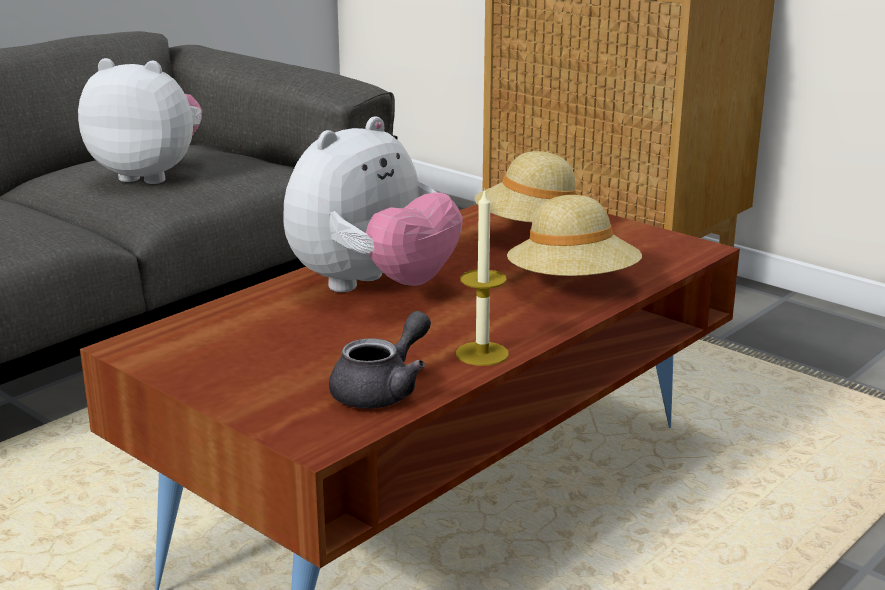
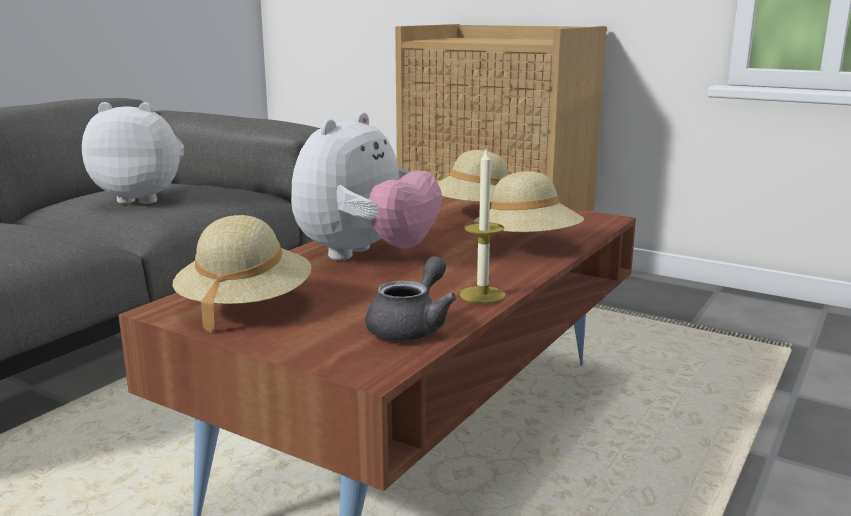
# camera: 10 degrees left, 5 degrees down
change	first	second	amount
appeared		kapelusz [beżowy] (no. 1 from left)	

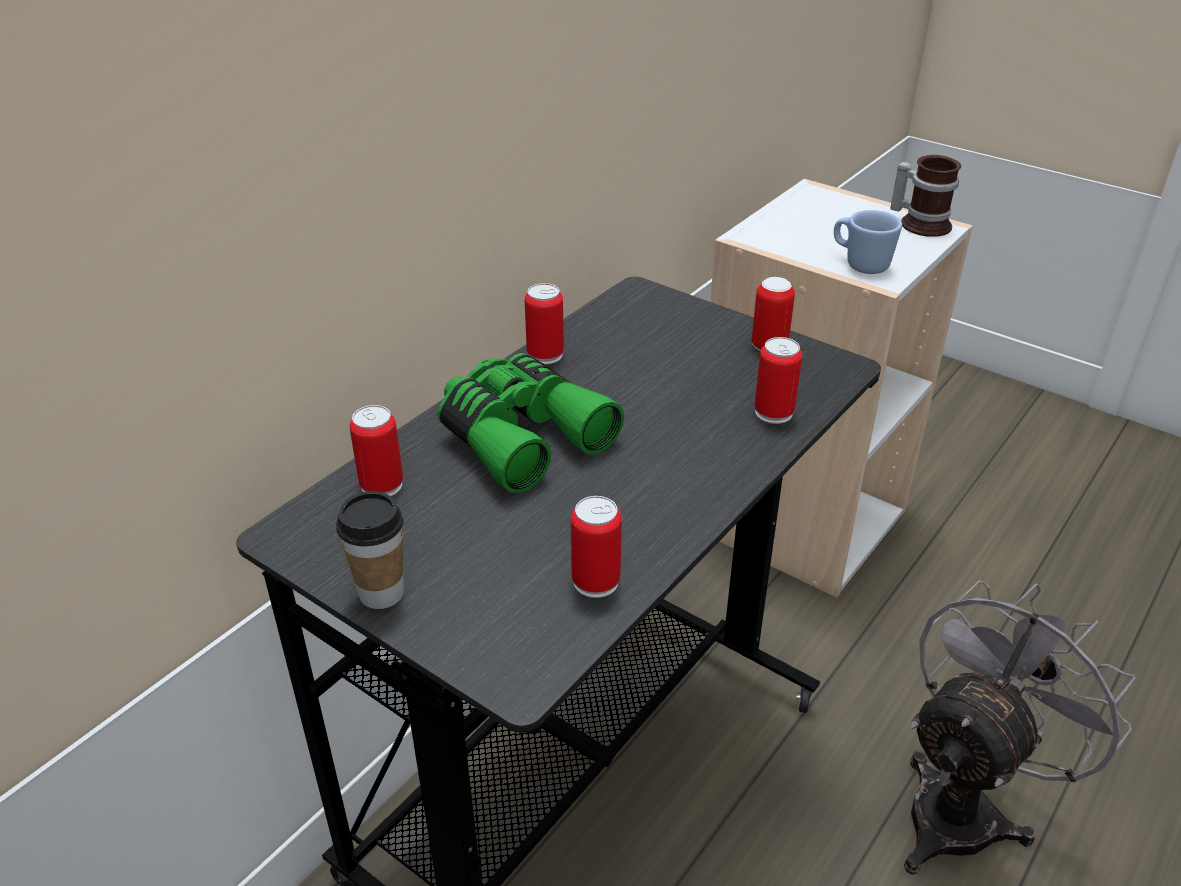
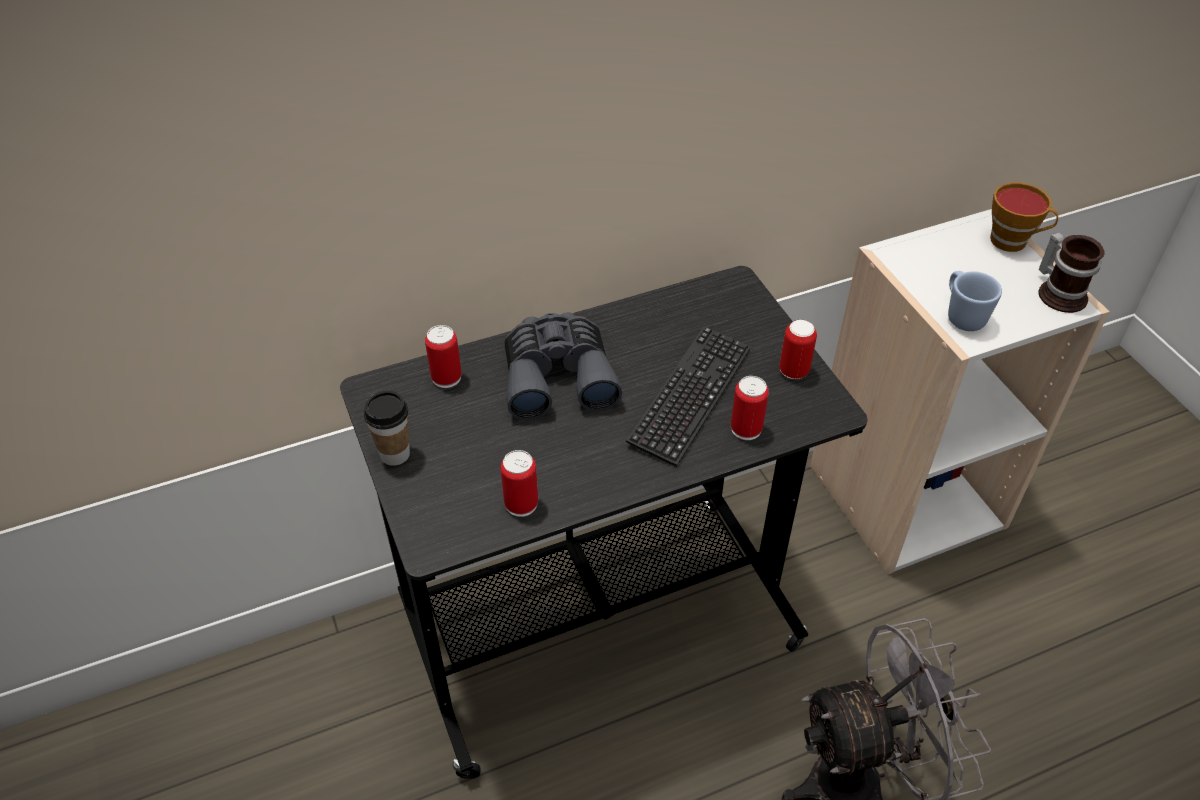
# camera: 30 degrees right, 10 degrees up
change	first	second	amount
colour	lornetka [zielony]	lornetka [szary]	
missing	puszka (no. 2 from left)		
appeared		klawiatura	
appeared		filiżanka (no. 2 from left)	

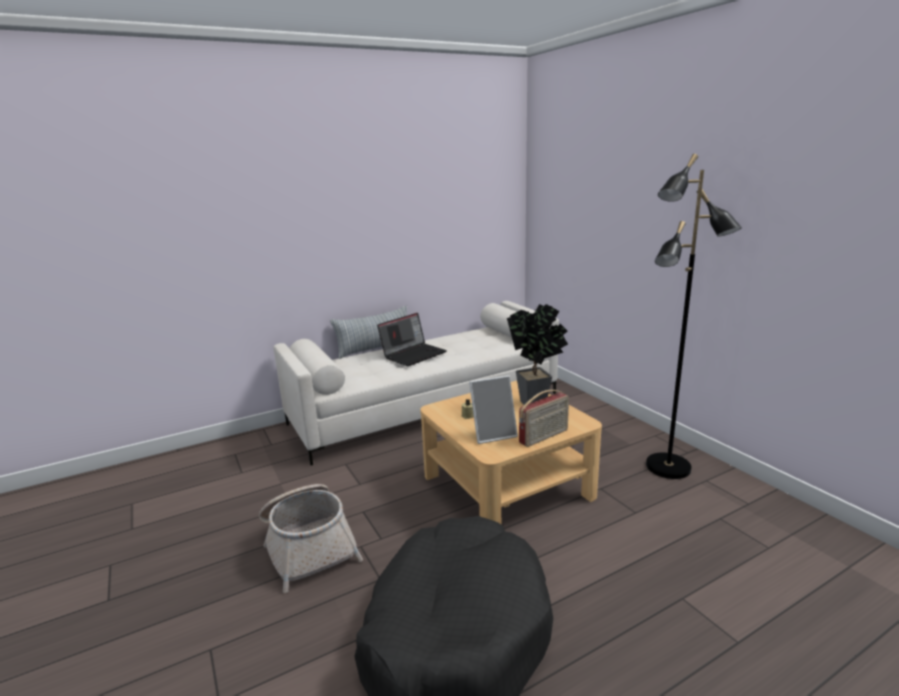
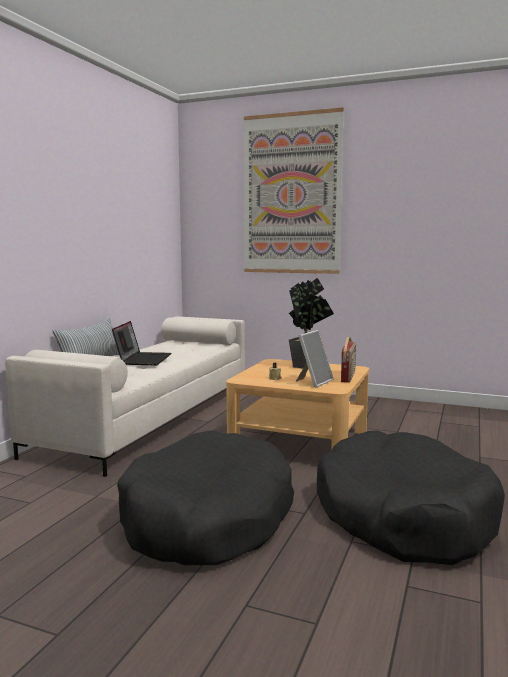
# camera: 40 degrees left, 10 degrees down
change	first	second	amount
exchanged	koszyk	legowisko [czarny] (no. 1 from left)	
missing	lampa stojąca [czarny]		
appeared		obraz	

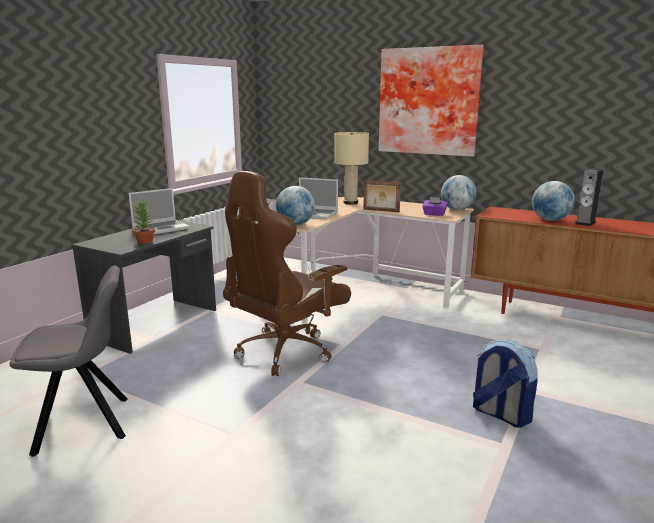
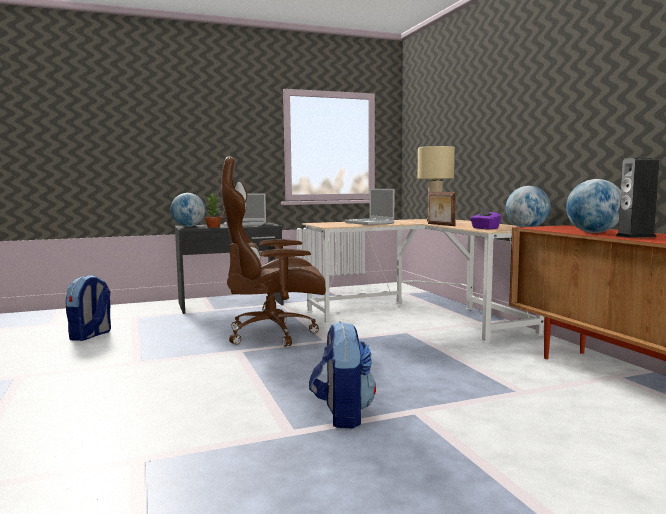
# camera: 40 degrees right, 10 degrees down
change	first	second	amount
exchanged	krzesło [szary]	plecak (no. 1 from left)	
relocated	globus (no. 1 from left)		
missing	obraz		

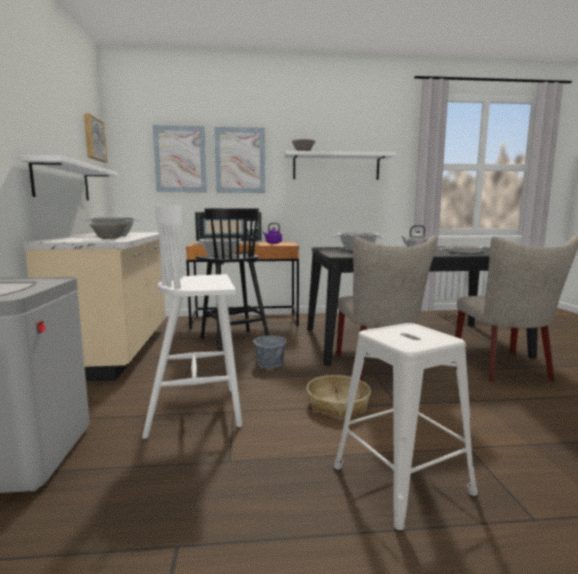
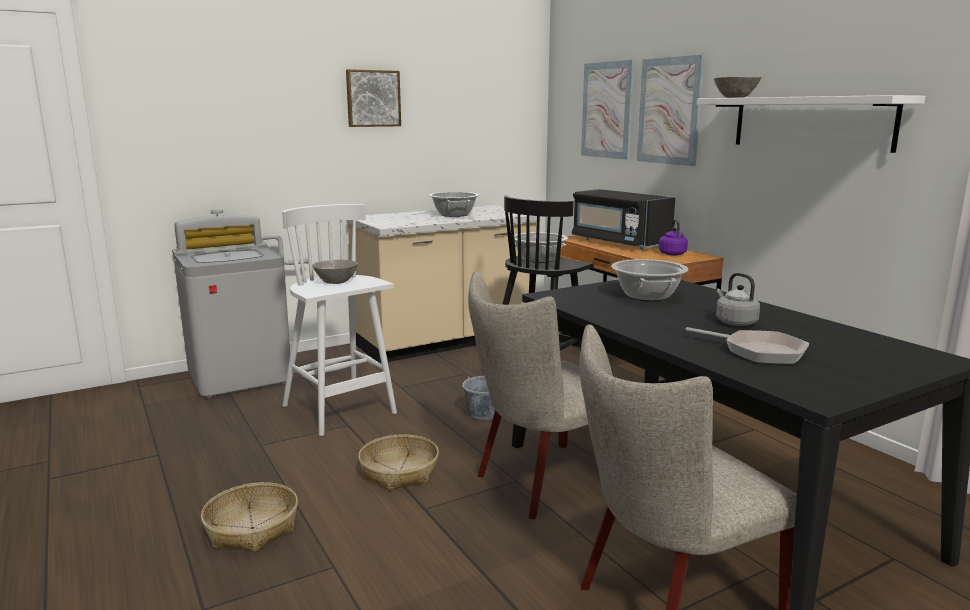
# camera: 65 degrees right, 5 degrees up
change	first	second	amount
missing	półka [biały] (no. 1 from left)		
relocated	obraz (no. 1 from left)		
relocated	miska [szary] (no. 1 from left)		
exchanged	stołek [biały] (no. 2 from left)	koszyk (no. 1 from left)	

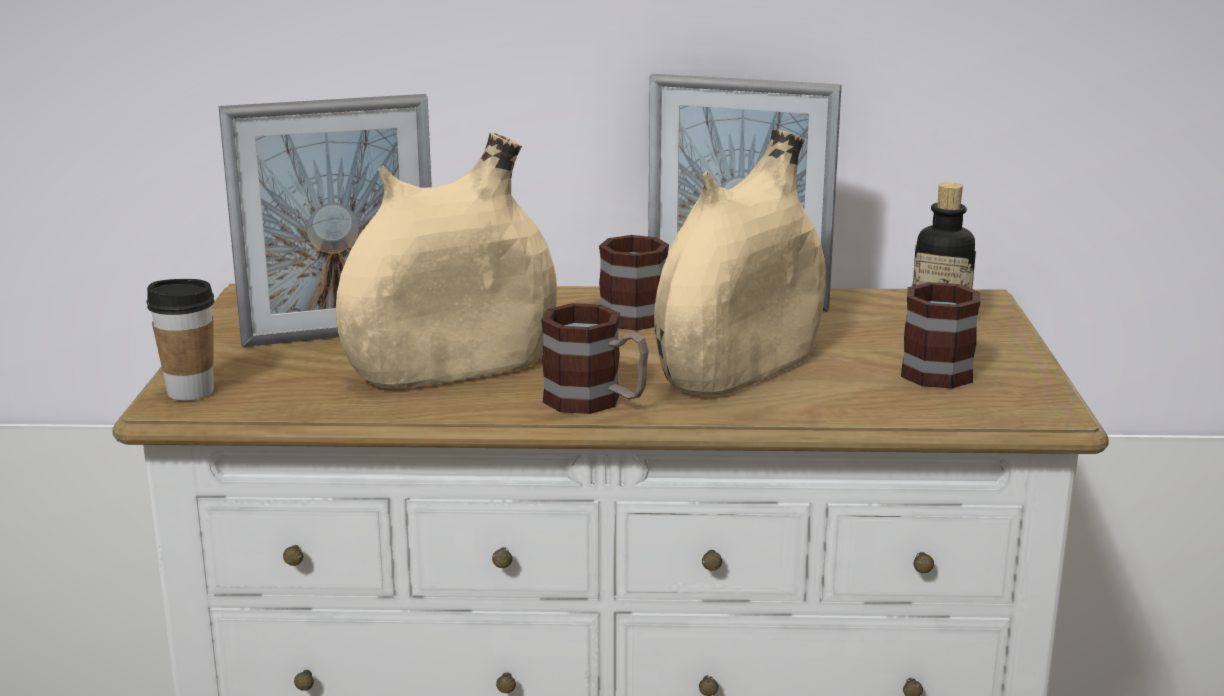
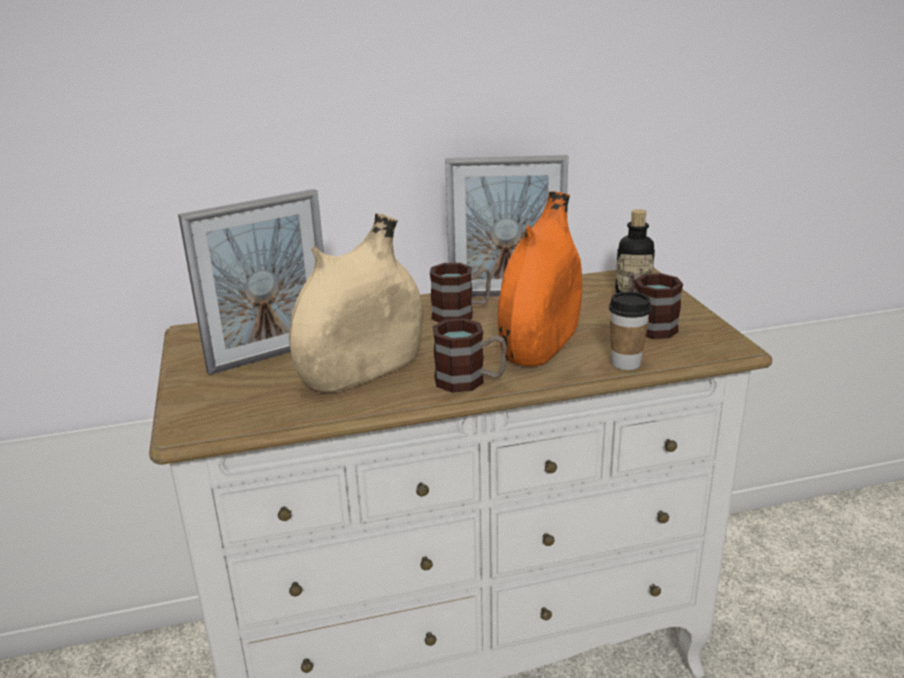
# camera: 15 degrees left, 5 degrees up
change	first	second	amount
relocated	filiżanka		
colour	wazon [beżowy] (no. 2 from left)	wazon [pomarańczowy]	

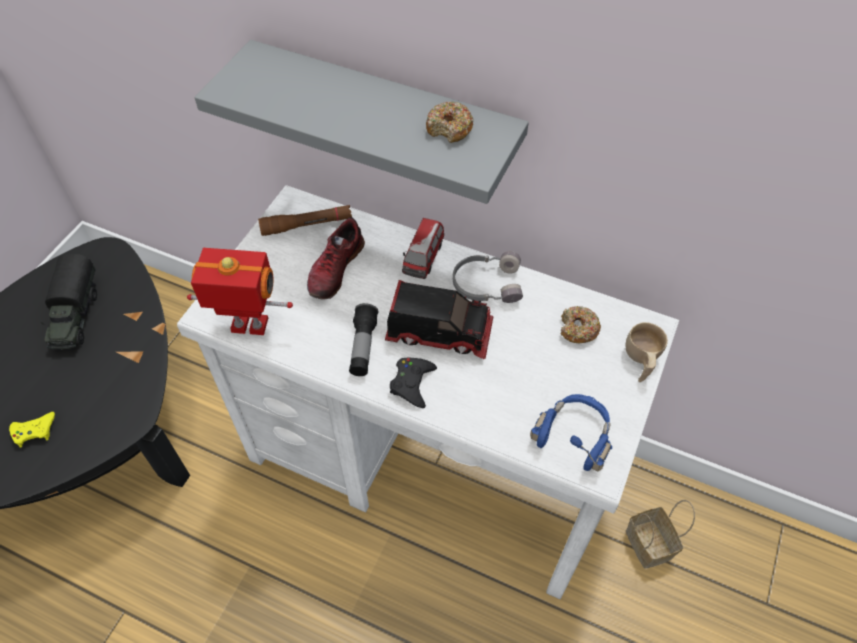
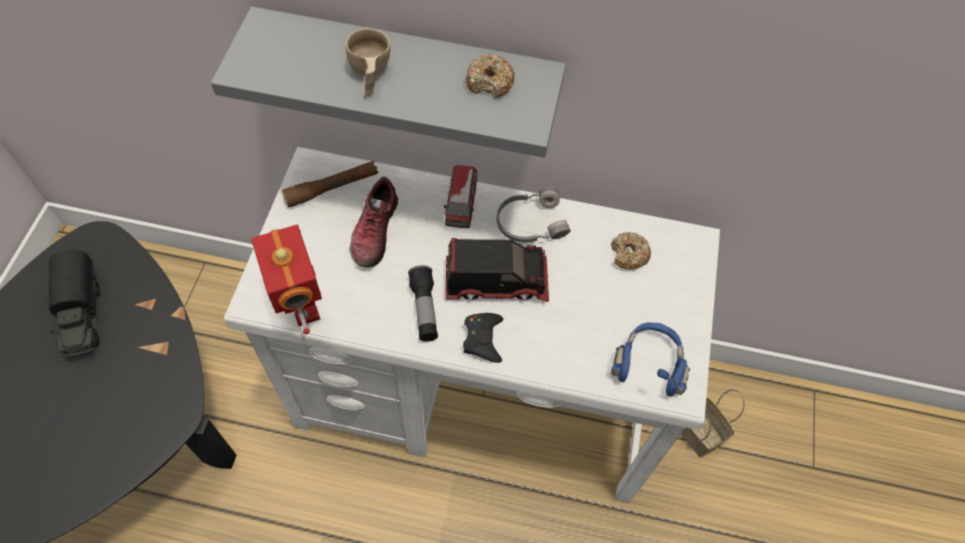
# camera: 15 degrees left, 5 degrees up
change	first	second	amount
missing	pad do gier [żółty]		
spun	robot zabawkowy		75 degrees clockwise
relocated	filiżanka [beżowy]		

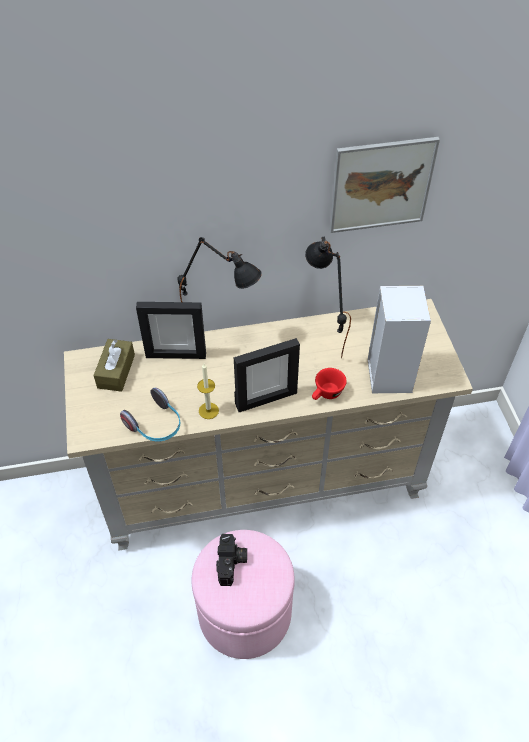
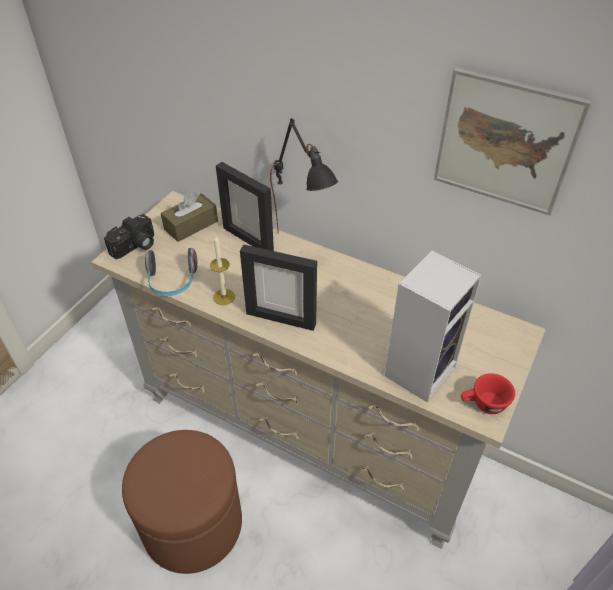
# camera: 40 degrees right, 5 degrees down
change	first	second	amount
colour	pufa [różowy]	pufa [brązowy]	
relocated	aparat fotograficzny		
missing	lampa stołowa [czarny] (no. 2 from left)		
relocated	filiżanka [czerwony]		

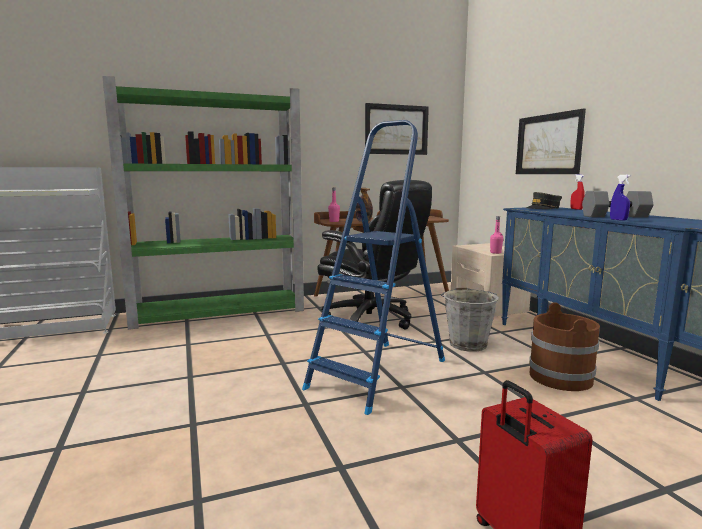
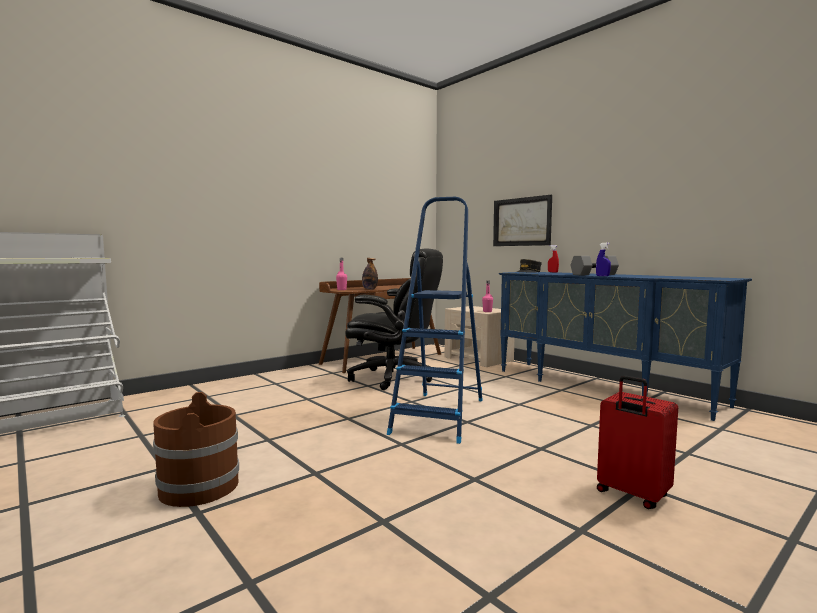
# camera: 20 degrees left, 5 degrees down
change	first	second	amount
missing	regał [zielony]		
missing	obraz (no. 1 from left)		
missing	wiadro [szary]		
relocated	wiadro [brązowy]		

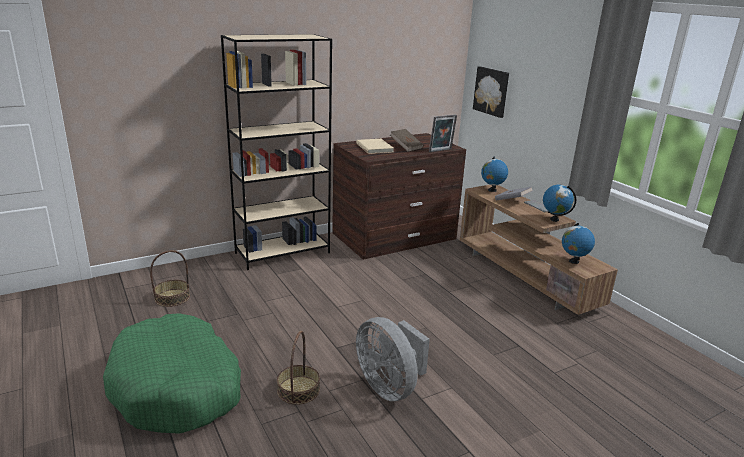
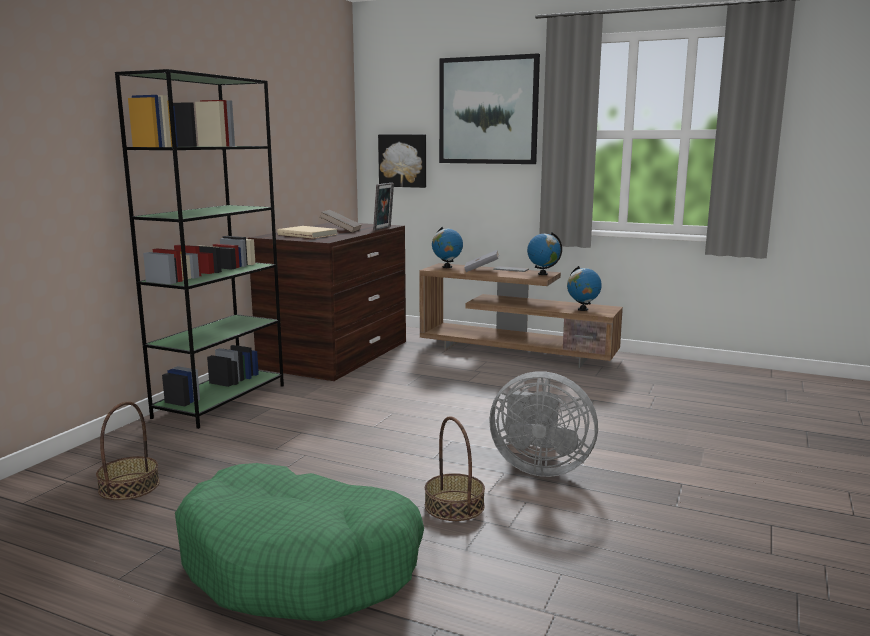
# camera: 35 degrees left, 10 degrees down
change	first	second	amount
colour	regał [beżowy]	regał [zielony]	
appeared		obraz (no. 2 from left)	

